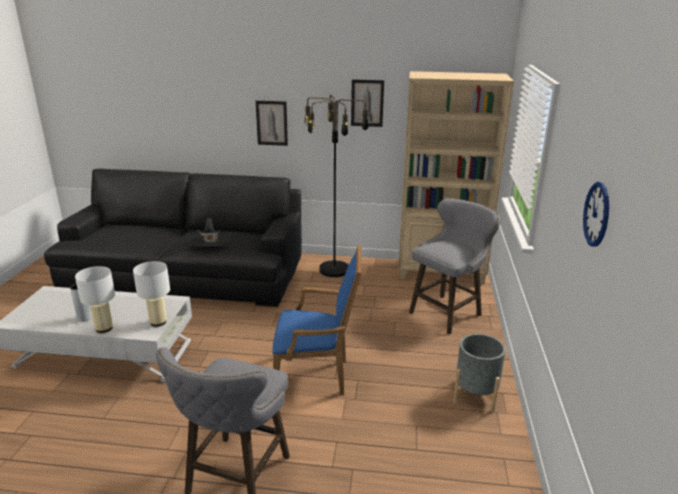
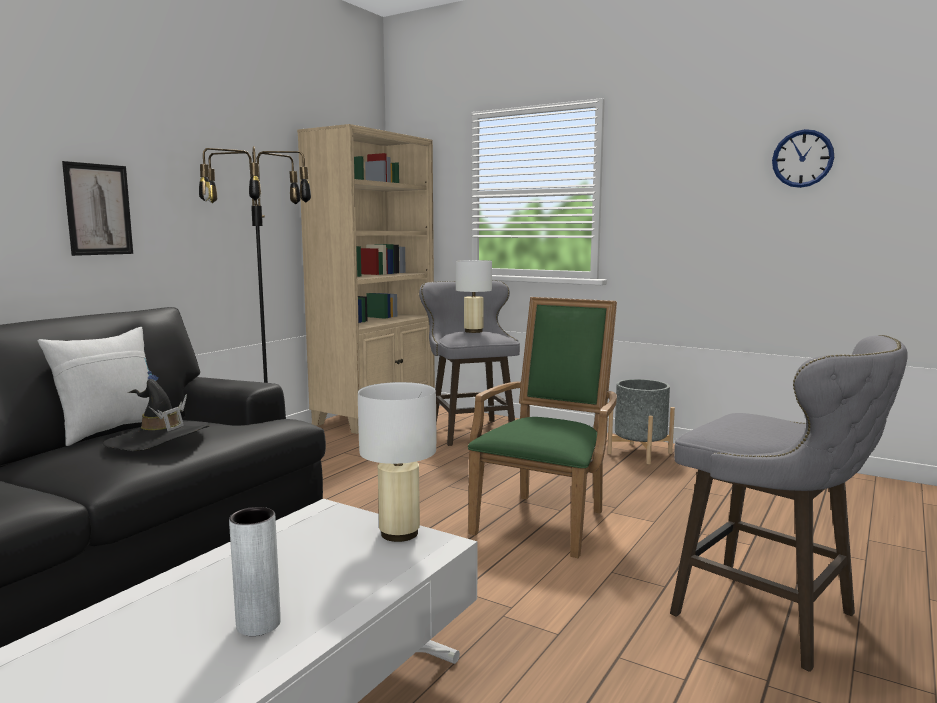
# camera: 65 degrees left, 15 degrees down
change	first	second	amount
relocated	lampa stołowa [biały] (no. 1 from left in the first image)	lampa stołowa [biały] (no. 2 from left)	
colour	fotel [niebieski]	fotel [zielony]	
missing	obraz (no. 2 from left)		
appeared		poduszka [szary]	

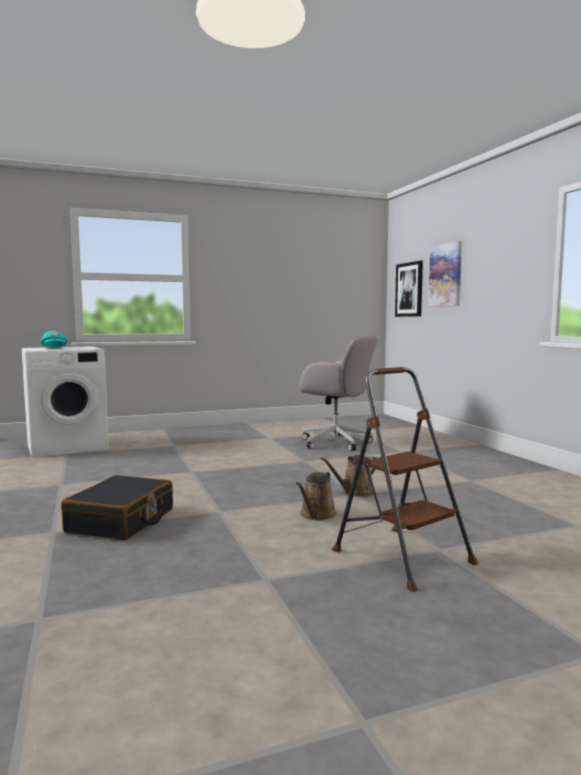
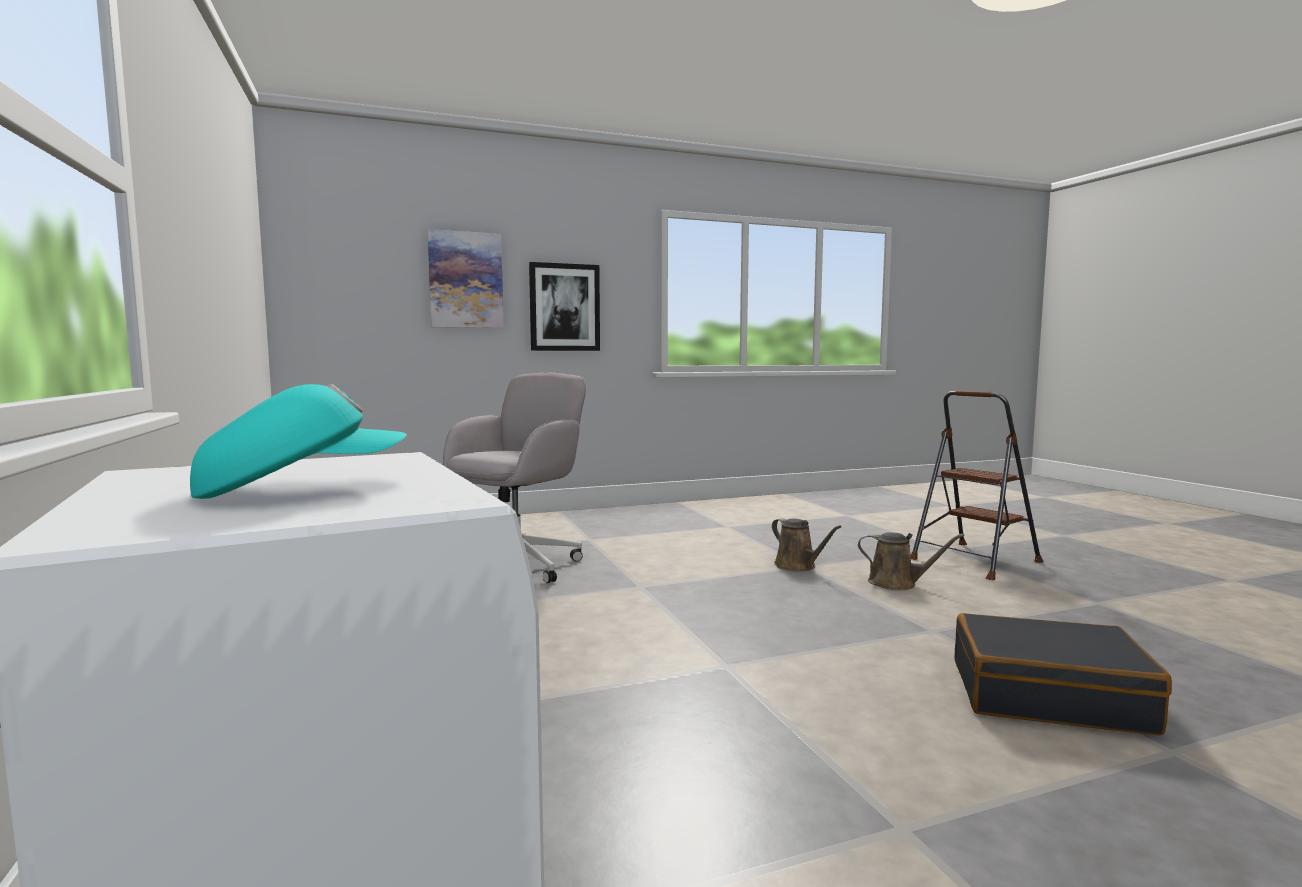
# camera: 90 degrees left, 0 degrees up
change	first	second	amount
relocated	obraz (no. 1 from left in the first image)	obraz (no. 2 from left)	

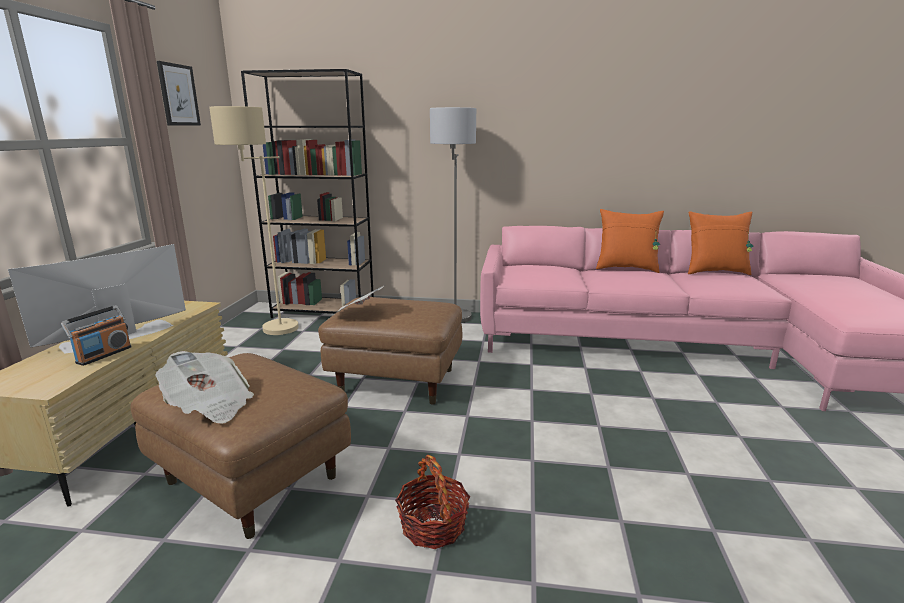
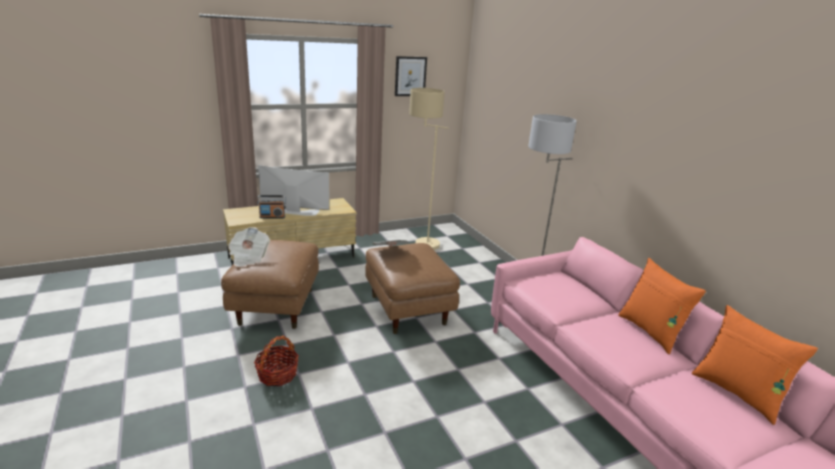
# camera: 55 degrees right, 5 degrees up
change	first	second	amount
missing	regał [beżowy]		

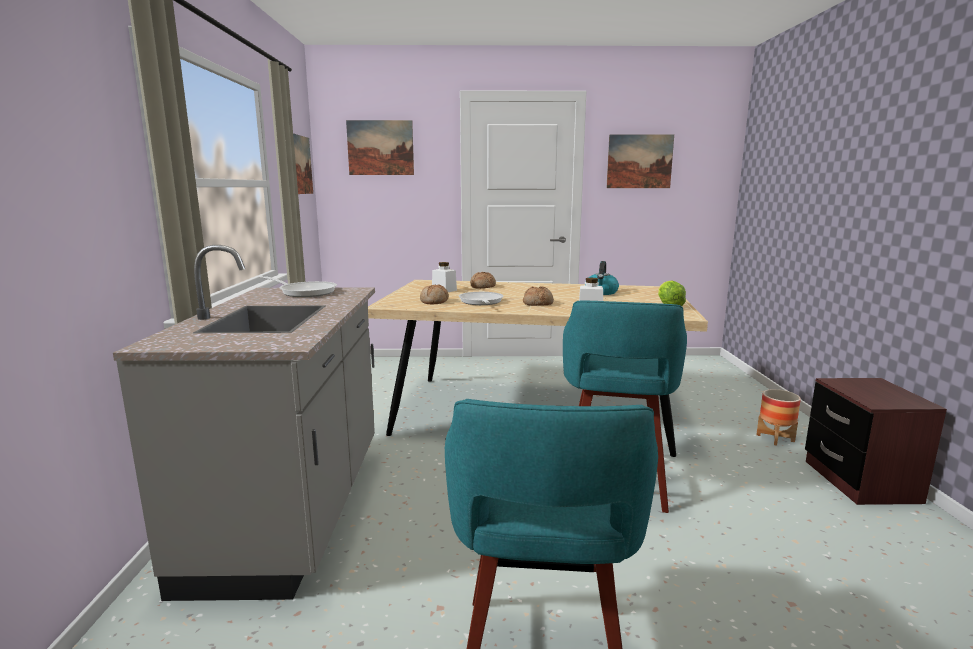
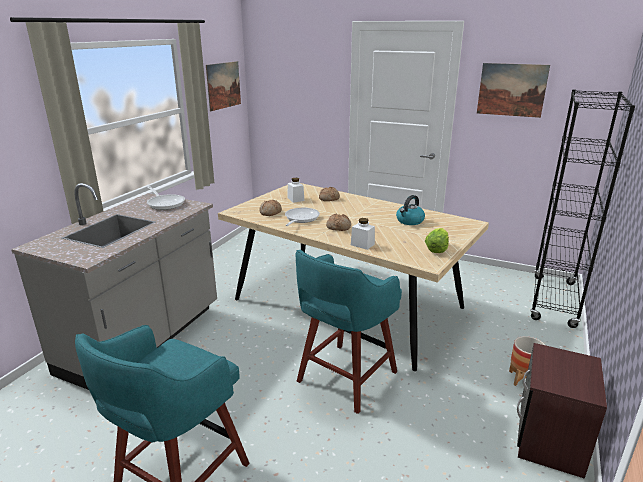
# camera: 25 degrees right, 10 degrees up
change	first	second	amount
missing	obraz (no. 2 from left)		
appeared		regał [czarny]	

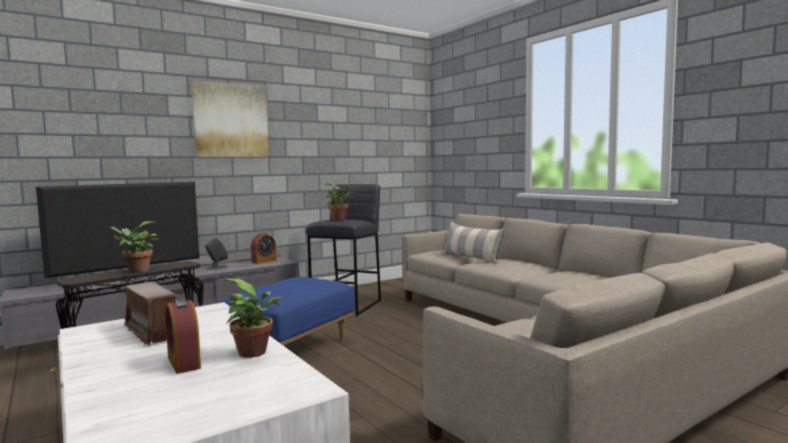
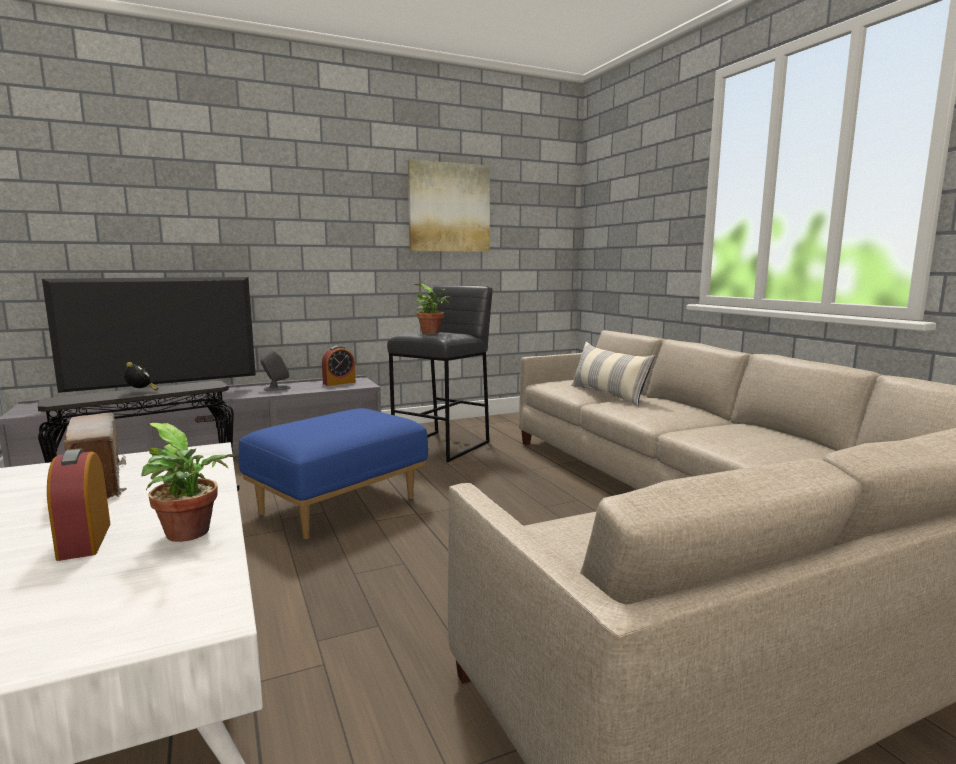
# camera: 10 degrees right, 5 degrees up
change	first	second	amount
exchanged	roślina doniczkowa (no. 1 from left)	budzik (no. 2 from left)	
relocated	obraz		

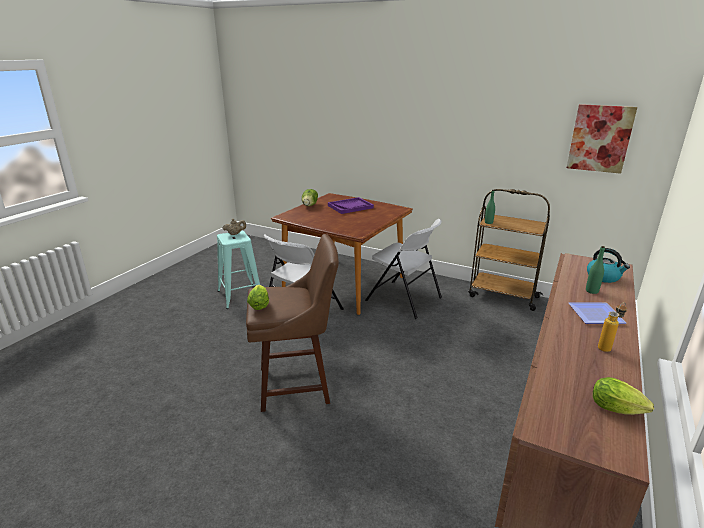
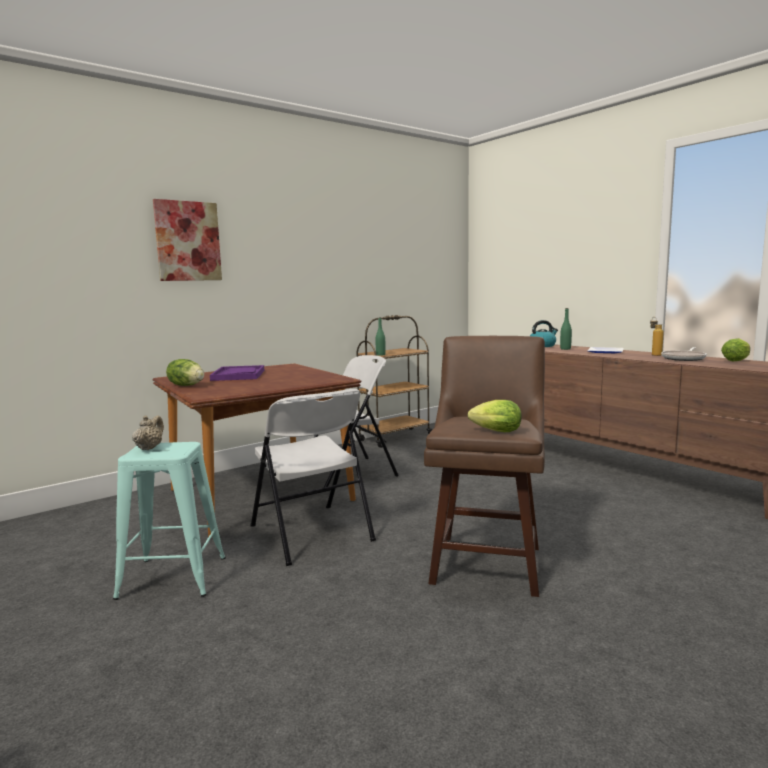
# camera: 65 degrees left, 15 degrees down
change	first	second	amount
relocated	obraz		
appeared		patelnia	

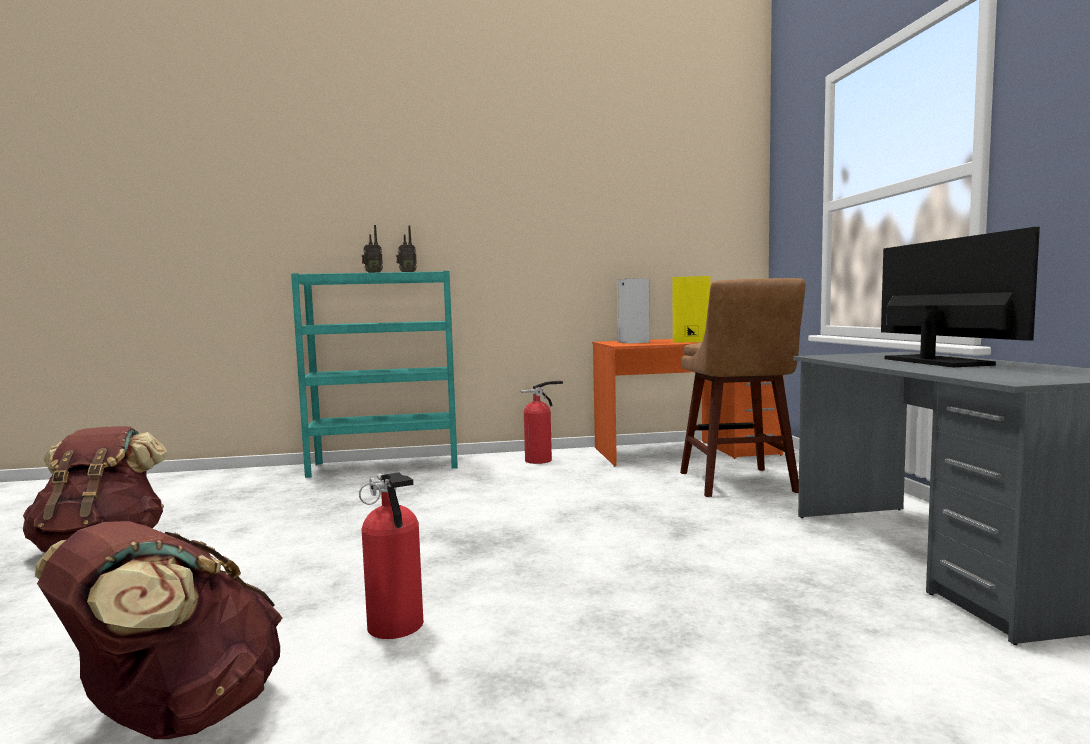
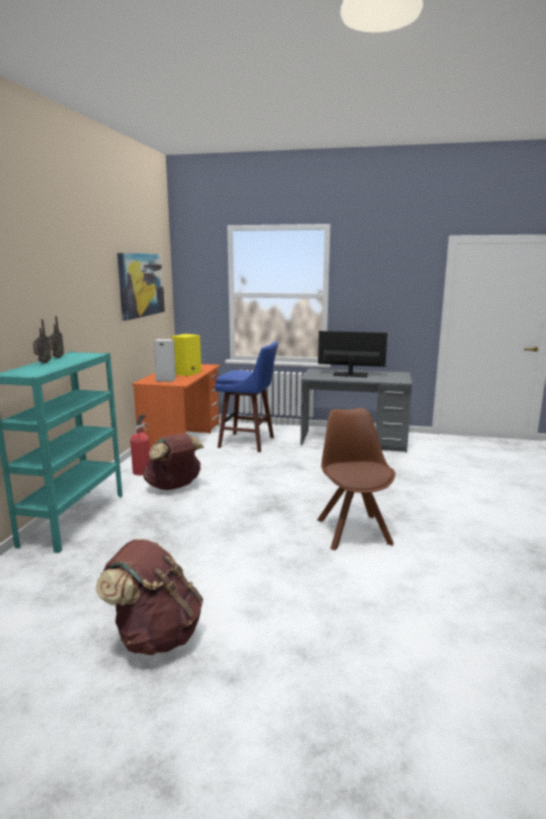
# camera: 70 degrees left, 10 degrees up
change	first	second	amount
relocated	plecak [brązowy] (no. 2 from left)		
exchanged	gaśnica (no. 1 from left)	krzesło [brązowy]	
colour	stołek [brązowy]	stołek [niebieski]	
appeared		obraz	

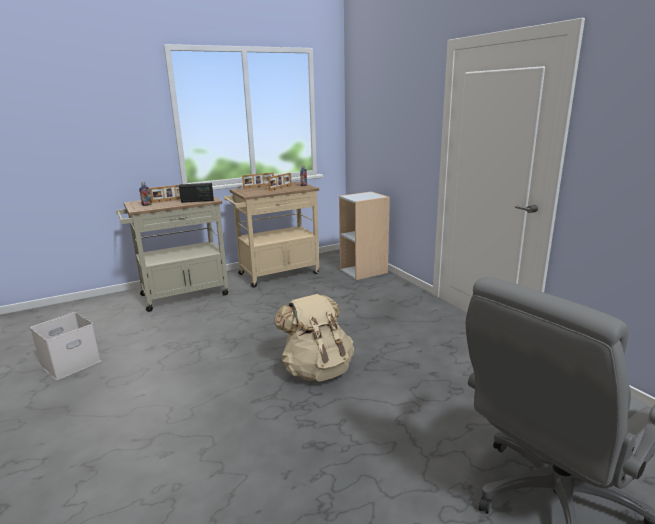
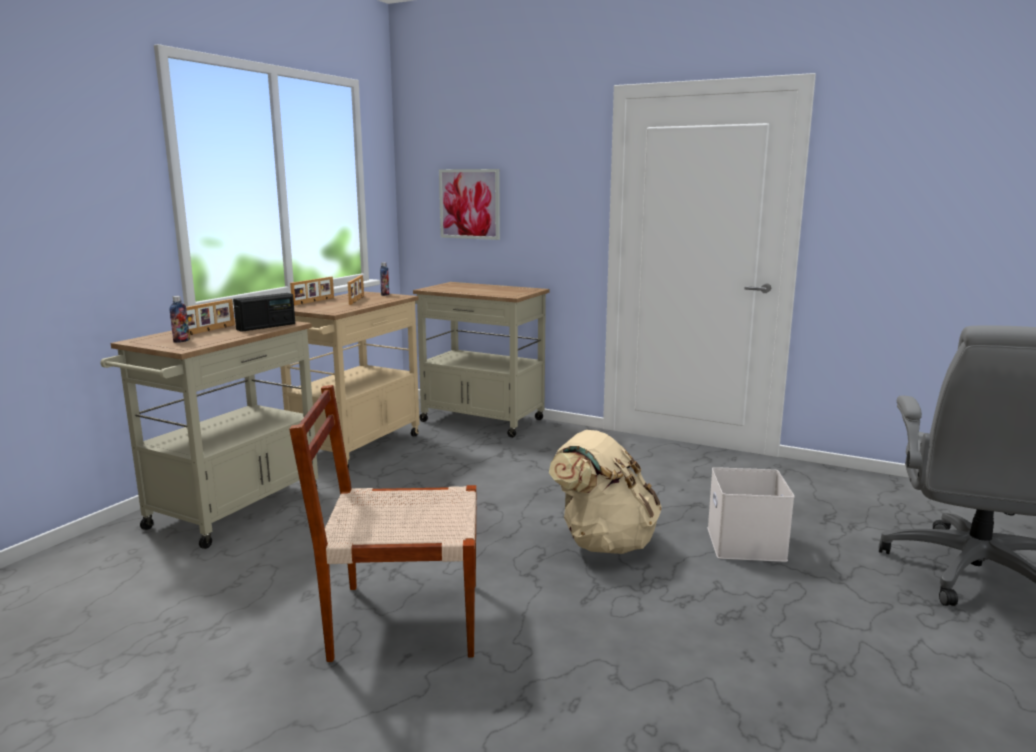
# camera: 35 degrees left, 5 degrees down
change	first	second	amount
relocated	pojemnik do przechowywania [biały]		
exchanged	regał	wózek [beżowy] (no. 3 from left)	
appeared		krzesło	
appeared		obraz	

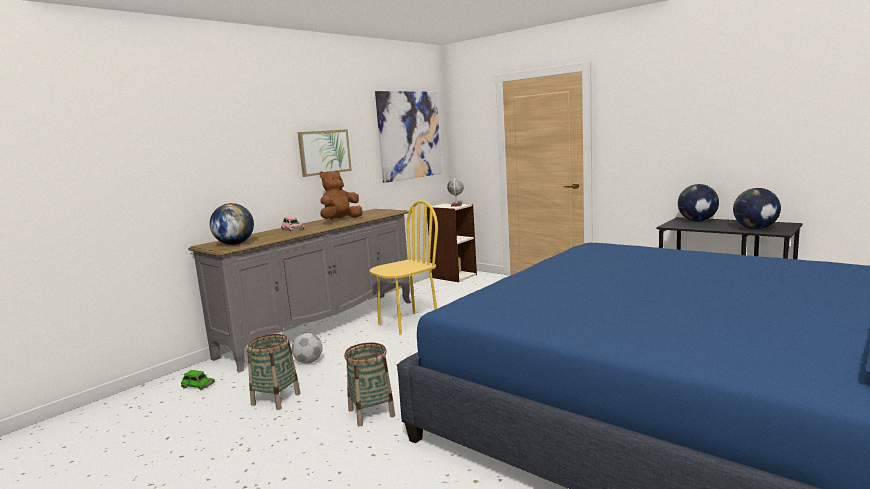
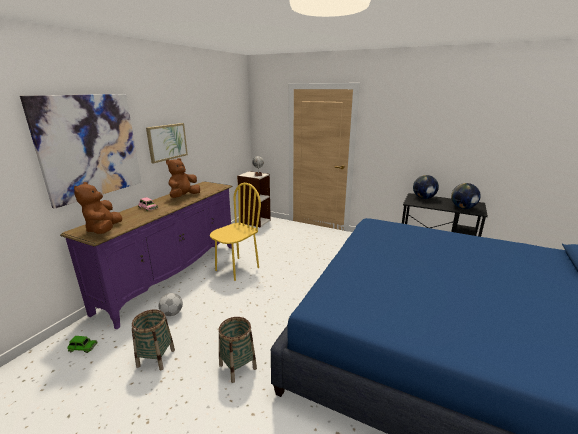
# camera: 15 degrees left, 10 degrees up
change	first	second	amount
colour	komoda [szary]	komoda [fioletowy]	
exchanged	globus (no. 1 from left)	pluszak [brązowy] (no. 1 from left)	
relocated	obraz (no. 2 from left in the first image)	obraz (no. 1 from left)	

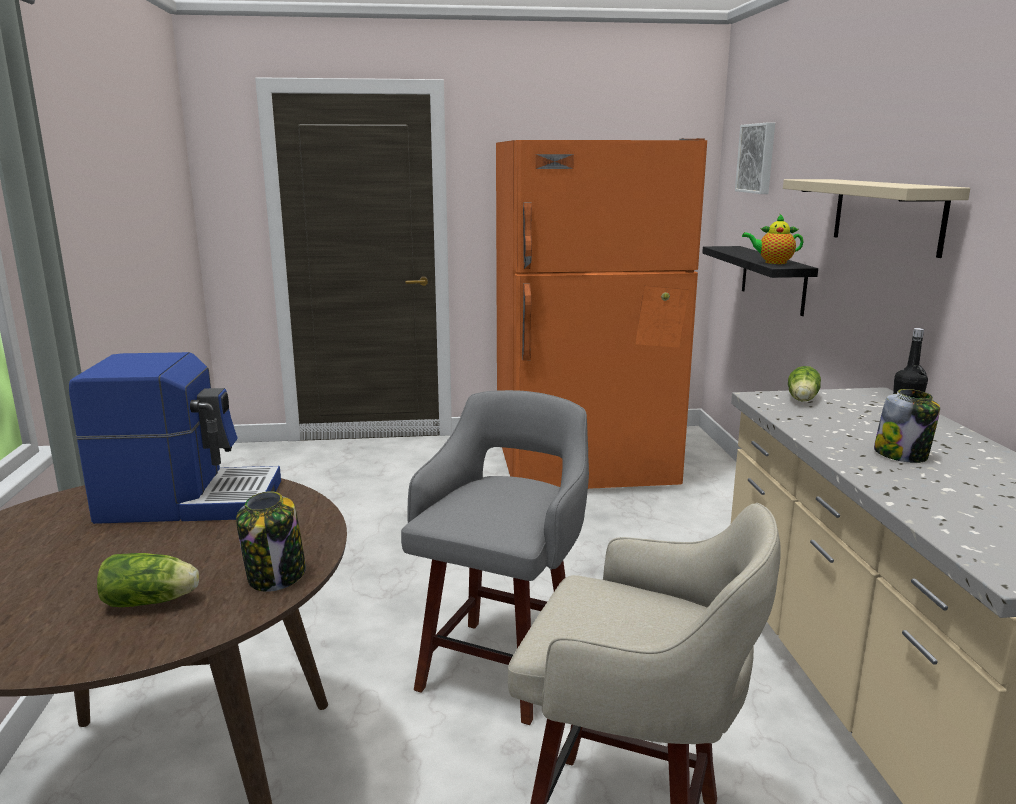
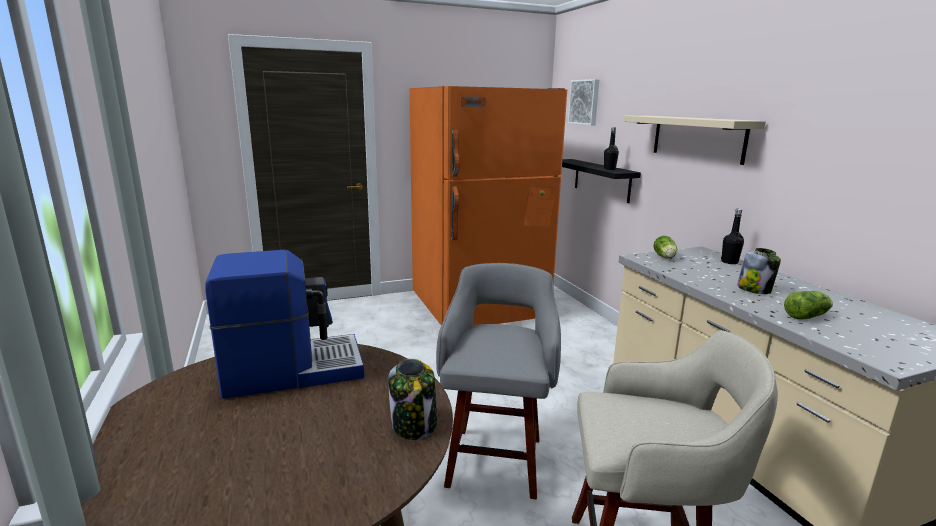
# camera: 15 degrees left, 0 degrees up
change	first	second	amount
relocated	sałata (no. 1 from left in the first image)	sałata (no. 2 from left)	
exchanged	imbryk	butelka [czarny] (no. 1 from left)	

